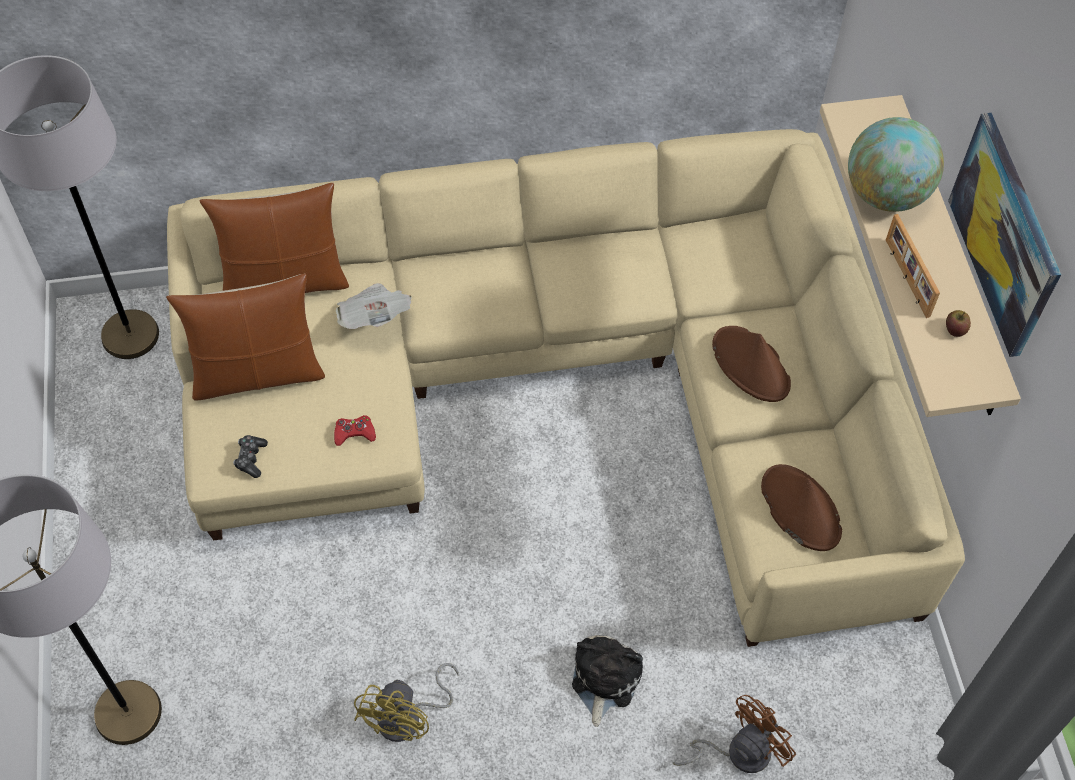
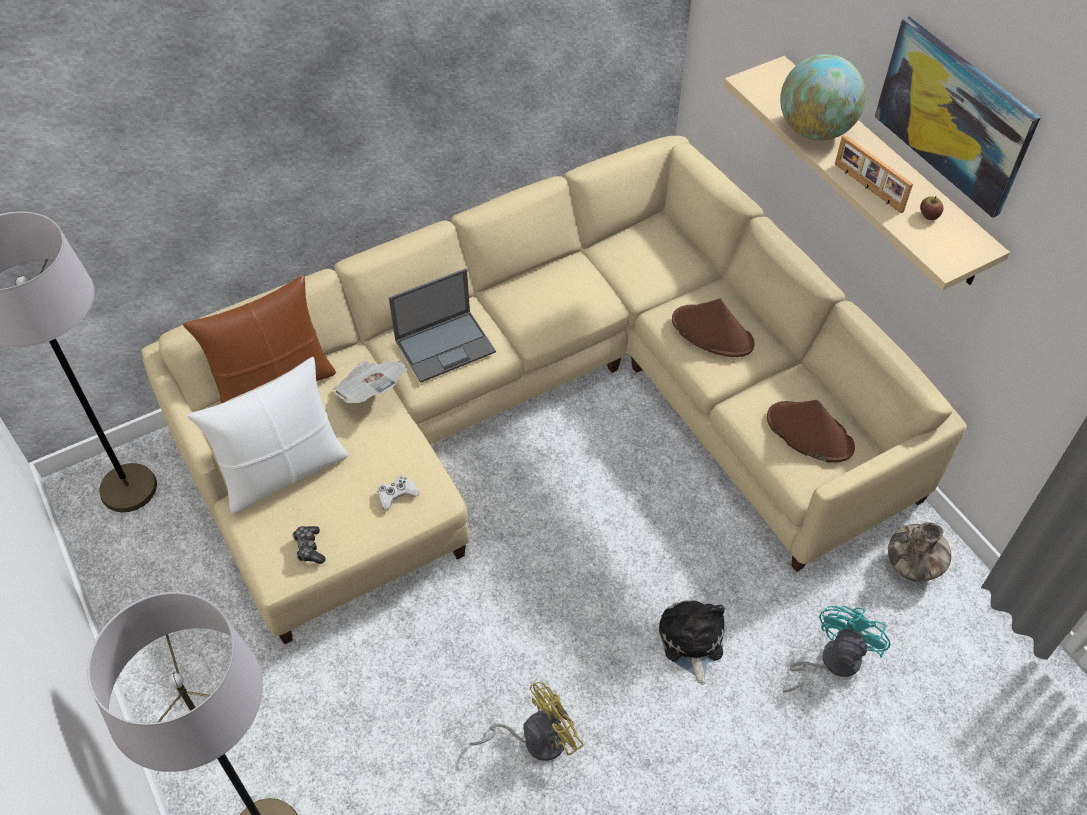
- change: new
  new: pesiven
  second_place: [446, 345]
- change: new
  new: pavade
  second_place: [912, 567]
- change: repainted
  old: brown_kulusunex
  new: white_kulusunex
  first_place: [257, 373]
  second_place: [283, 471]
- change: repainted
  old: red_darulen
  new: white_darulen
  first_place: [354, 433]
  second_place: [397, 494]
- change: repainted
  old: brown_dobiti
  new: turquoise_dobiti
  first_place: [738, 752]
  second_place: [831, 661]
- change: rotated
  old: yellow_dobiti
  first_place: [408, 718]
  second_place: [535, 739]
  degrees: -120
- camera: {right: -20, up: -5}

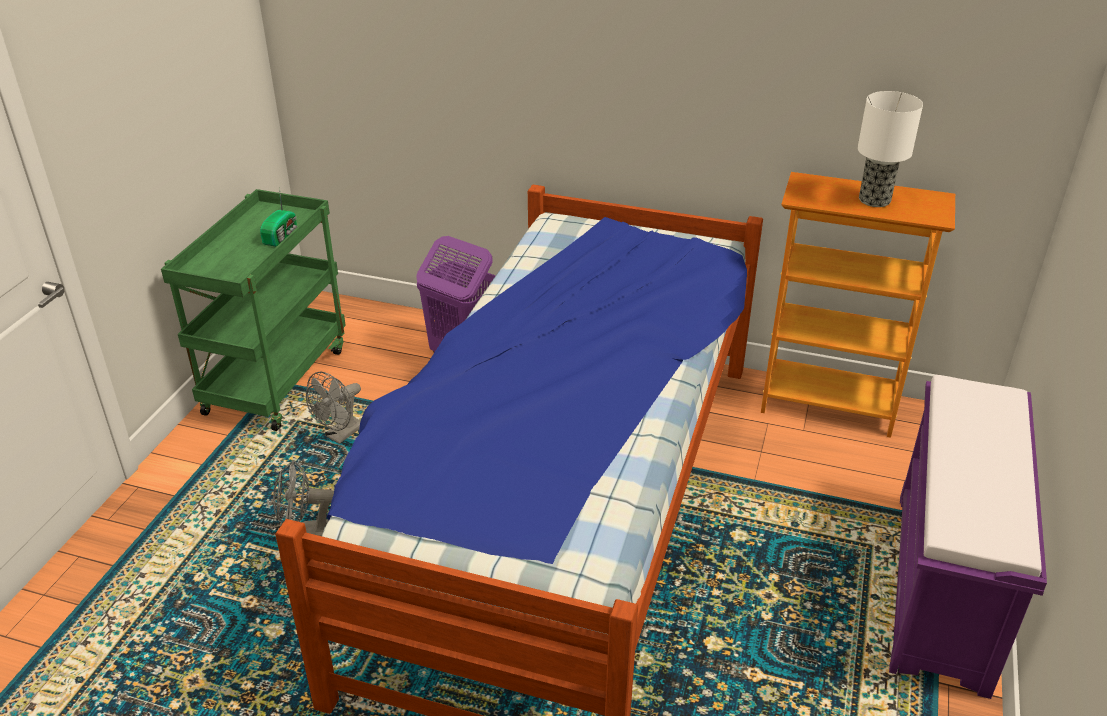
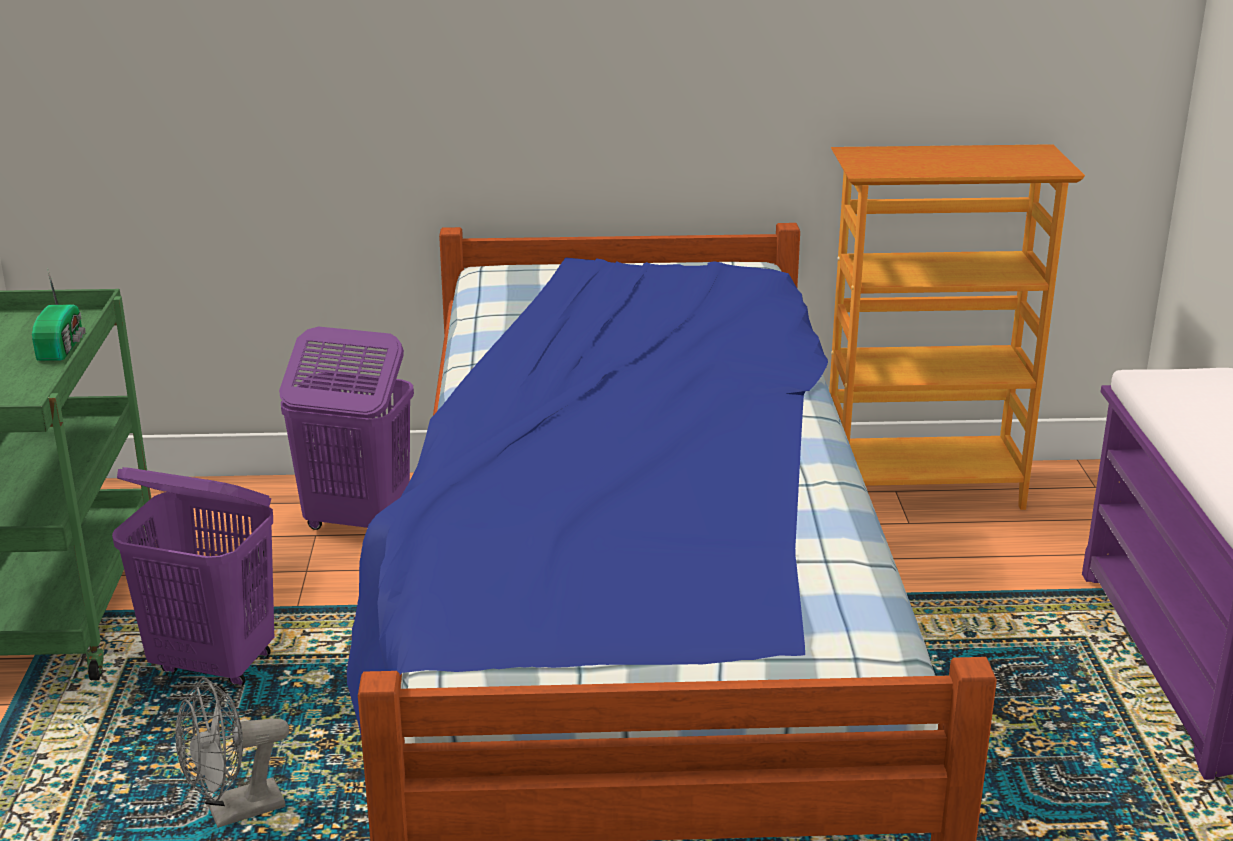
- change: gone
  old: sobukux
  first_place: [873, 200]
- change: swapped
  old: grey_dobiti
  new: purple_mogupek
  first_place: [340, 435]
  second_place: [214, 664]
- camera: {right: -20, up: -10}

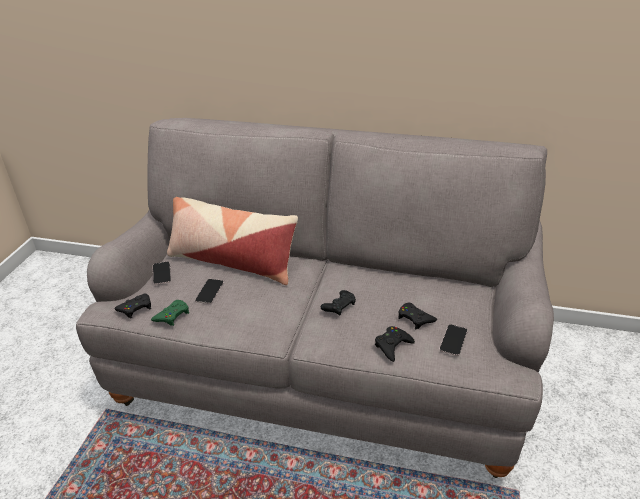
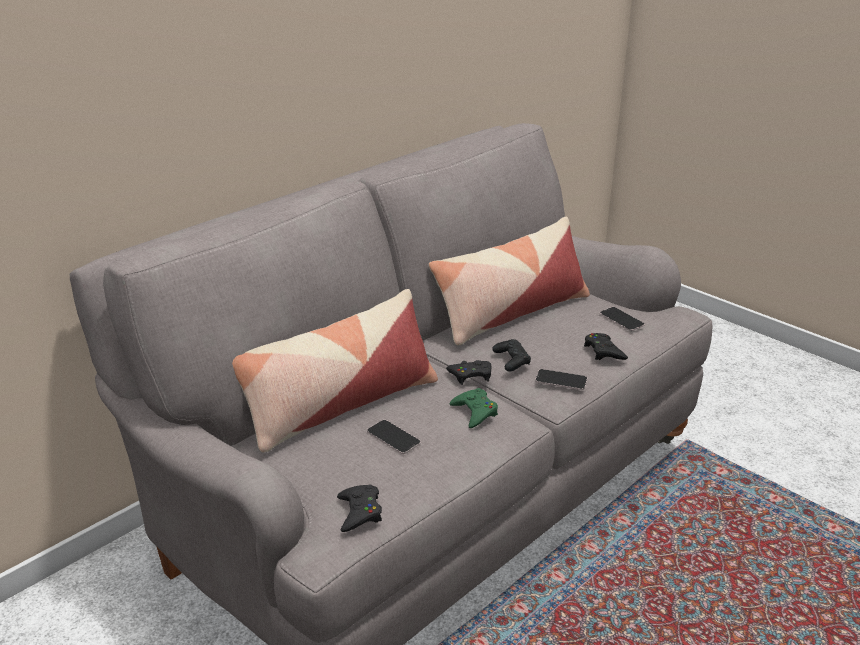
- change: new
  new: kulusunex
  second_place: [511, 313]
- change: shifted
  old: green_darulen
  first_place: [172, 315]
  second_place: [475, 412]
- change: shifted
  old: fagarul
  first_place: [161, 273]
  second_place: [561, 380]
- change: shifted
  old: black_darulen
  first_place: [415, 318]
  second_place: [471, 375]
- camera: {right: -60, up: -5}

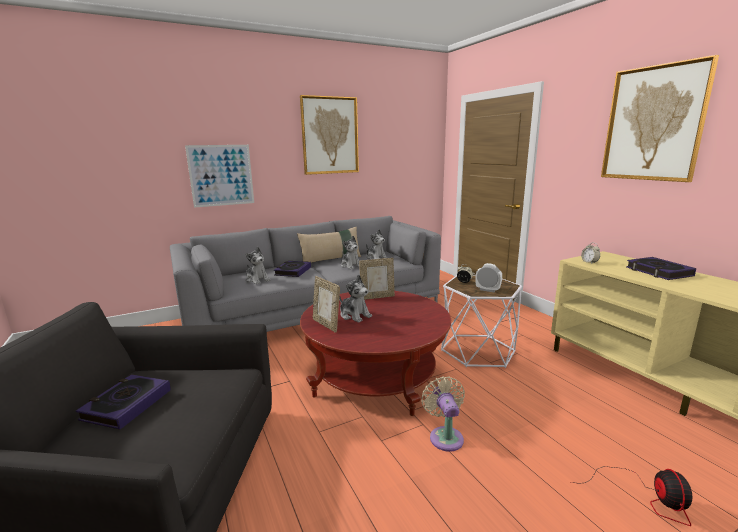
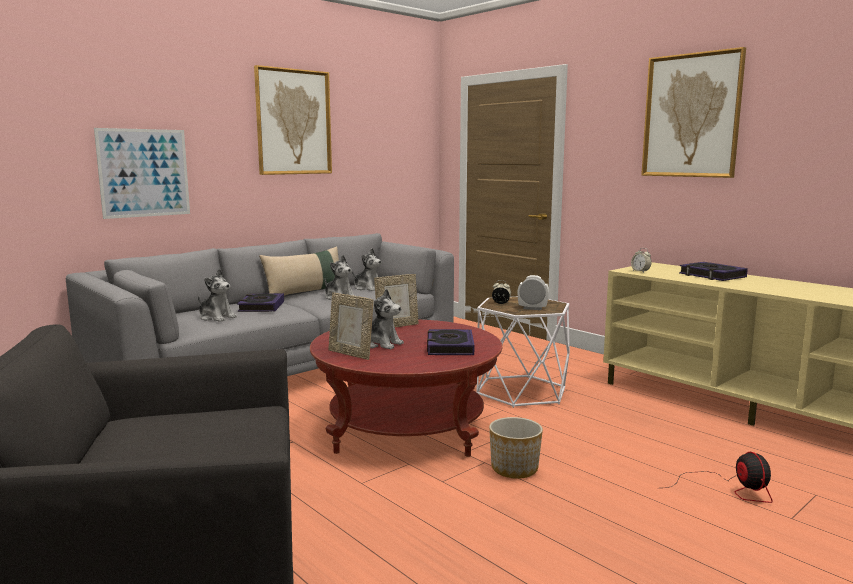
- change: shifted
  old: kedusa
  first_place: [127, 405]
  second_place: [450, 347]
- change: swapped
  old: beige_dobiti
  new: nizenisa
  first_place: [445, 436]
  second_place: [514, 469]
- camera: {right: -15, up: -5}

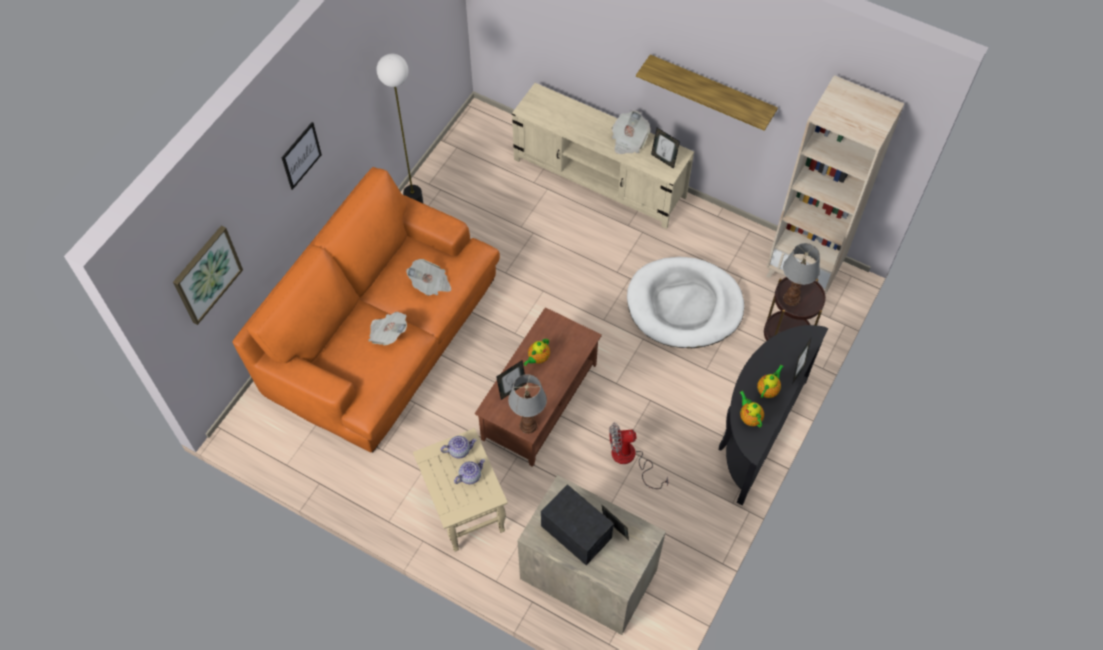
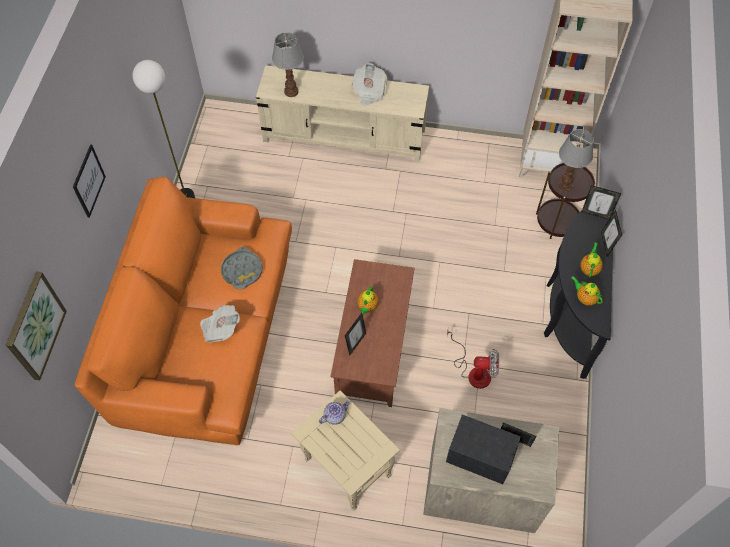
- change: gone
  old: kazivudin
  first_place: [470, 475]
- change: gone
  old: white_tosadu
  first_place: [684, 305]
- change: gone
  old: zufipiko
  first_place: [711, 91]
- change: shifted
  old: sobukux
  first_place: [528, 425]
  second_place: [291, 91]
- change: shifted
  old: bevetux
  first_place: [663, 160]
  second_place: [596, 214]
- change: swapped
  old: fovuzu
  new: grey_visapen
  first_place: [430, 284]
  second_place: [242, 271]
- change: rotated
  old: dobiti
  first_place: [630, 459]
  second_place: [474, 371]
  degrees: -150
- camera: {right: -20, up: 0}

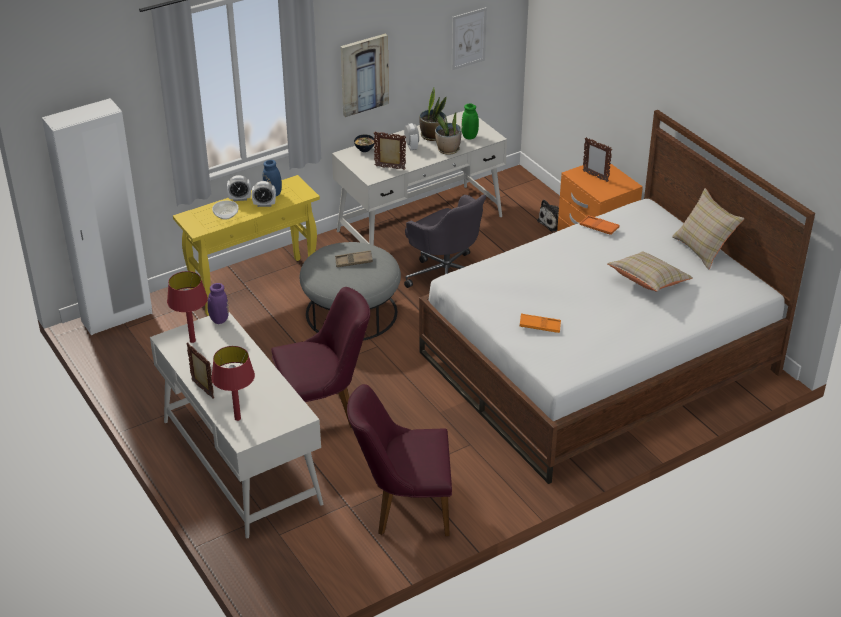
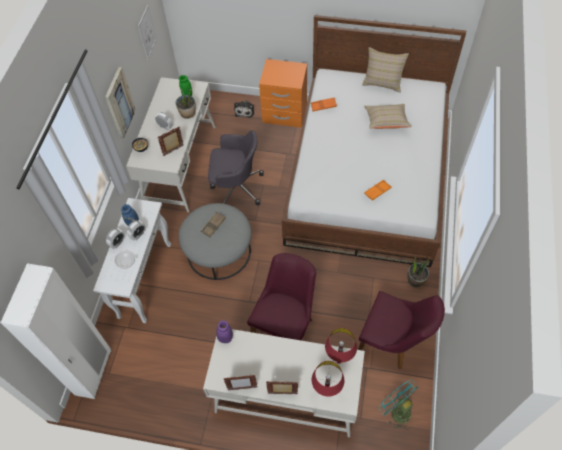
- change: new
  new: turquoise_dobiti
  second_place: [396, 410]
- change: shifted
  old: red_sobukux
  first_place: [192, 341]
  second_place: [338, 361]
- change: shifted
  old: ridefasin
  first_place: [432, 136]
  second_place: [415, 280]
- change: shifted
  old: bevetux
  first_place: [595, 176]
  second_place: [242, 388]
- change: repainted
  old: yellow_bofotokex
  new: white_bofotokex
  first_place: [255, 286]
  second_place: [145, 279]
- change: rotated
  old: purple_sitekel
  first_place: [403, 508]
  second_place: [392, 343]
  degrees: -105
- camera: {right: -45, up: 20}

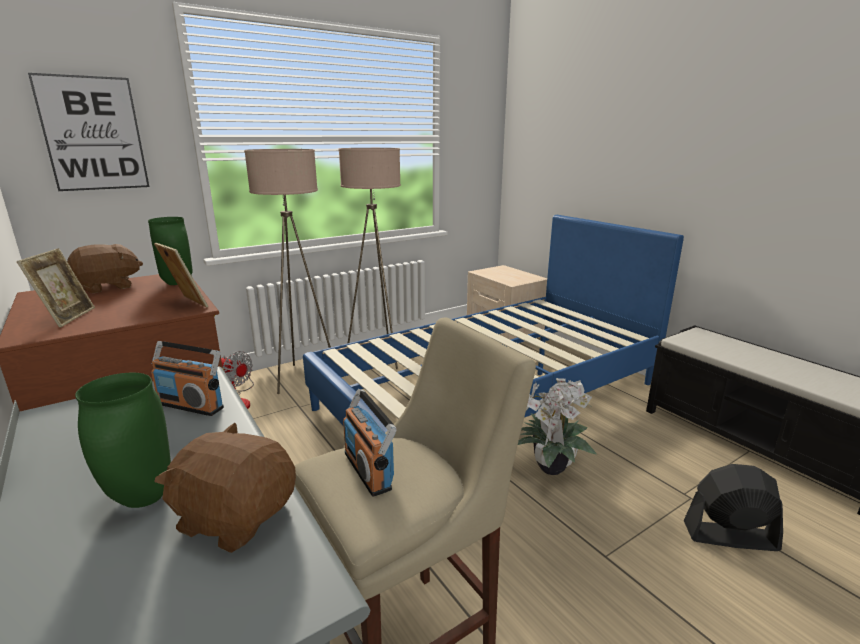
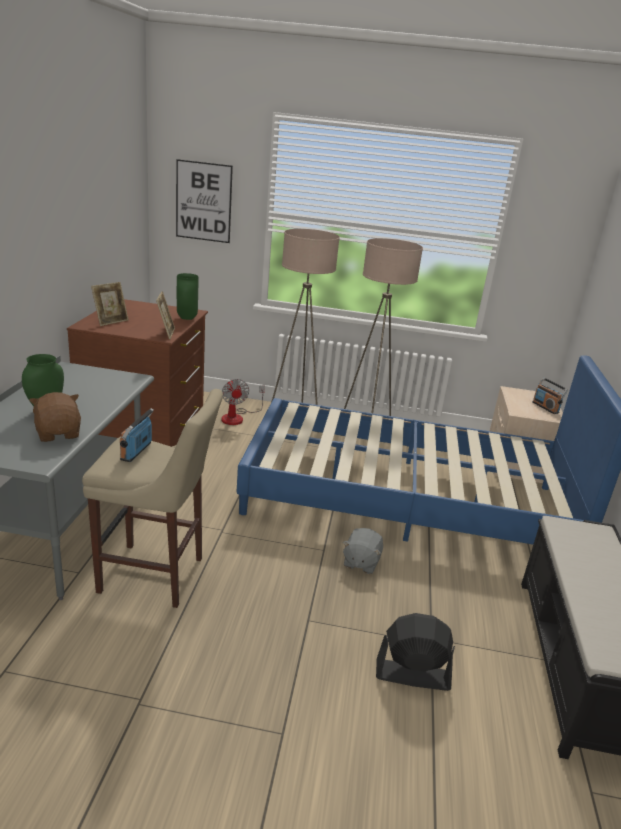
- change: gone
  old: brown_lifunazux
  first_place: [108, 287]
- change: shifted
  old: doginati
  first_place: [191, 405]
  second_place: [545, 407]
- change: swapped
  old: ridefasin
  new: grey_lifunazux
  first_place: [547, 468]
  second_place: [360, 562]
- change: rotated
  old: black_dobiti
  first_place: [729, 536]
  second_place: [412, 675]
  degrees: -45
- camera: {right: 40, up: 5}

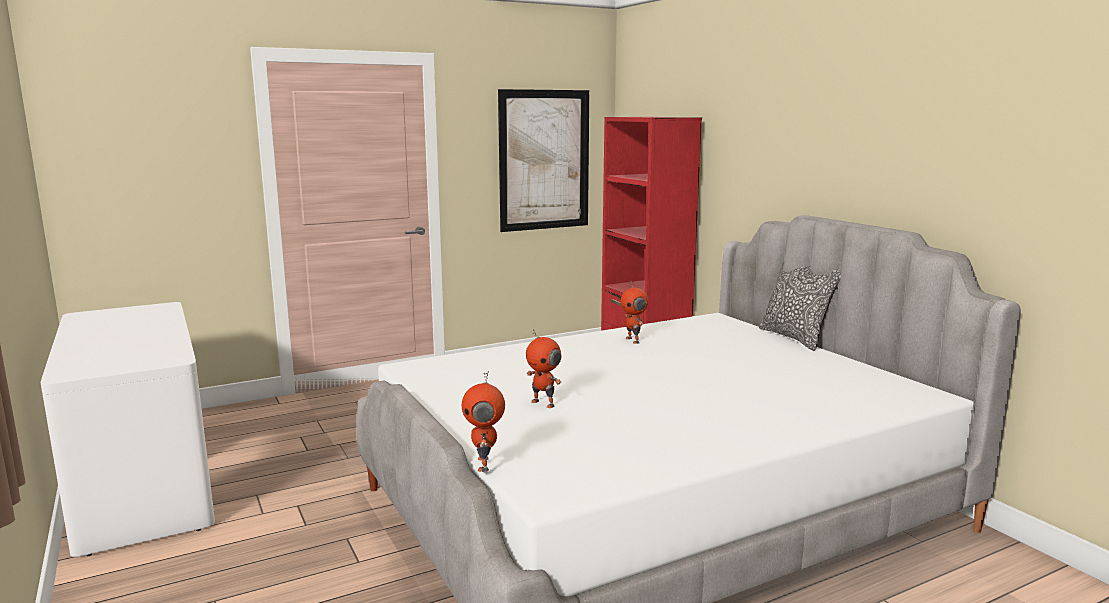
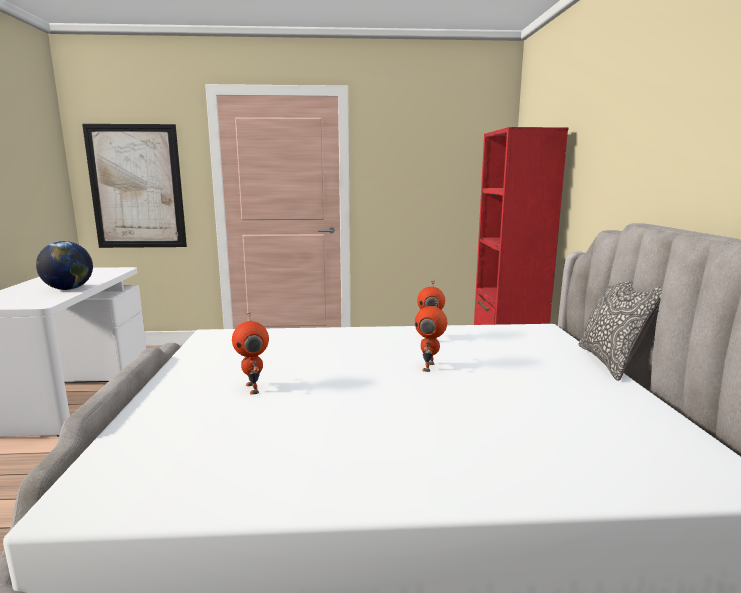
- change: new
  new: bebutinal
  second_place: [68, 289]
- change: shifted
  old: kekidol
  first_place: [485, 464]
  second_place: [429, 367]
- change: shifted
  old: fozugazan
  first_place: [544, 160]
  second_place: [136, 187]
- camera: {right: 25, up: 0}

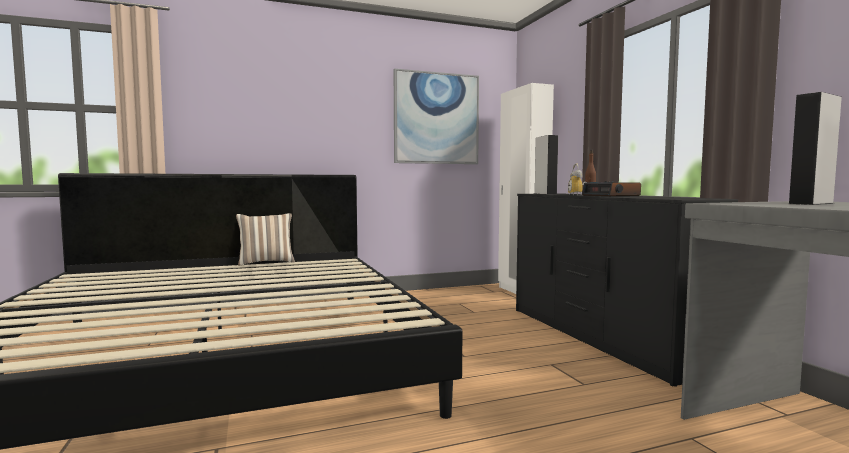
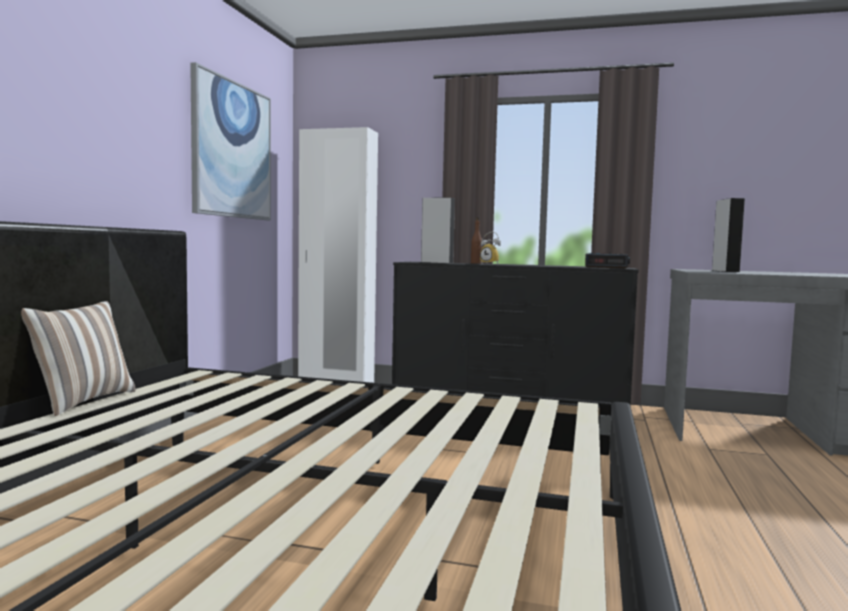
- change: shifted
  old: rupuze
  first_place: [611, 196]
  second_place: [606, 267]
- camera: {right: -55, up: 0}

